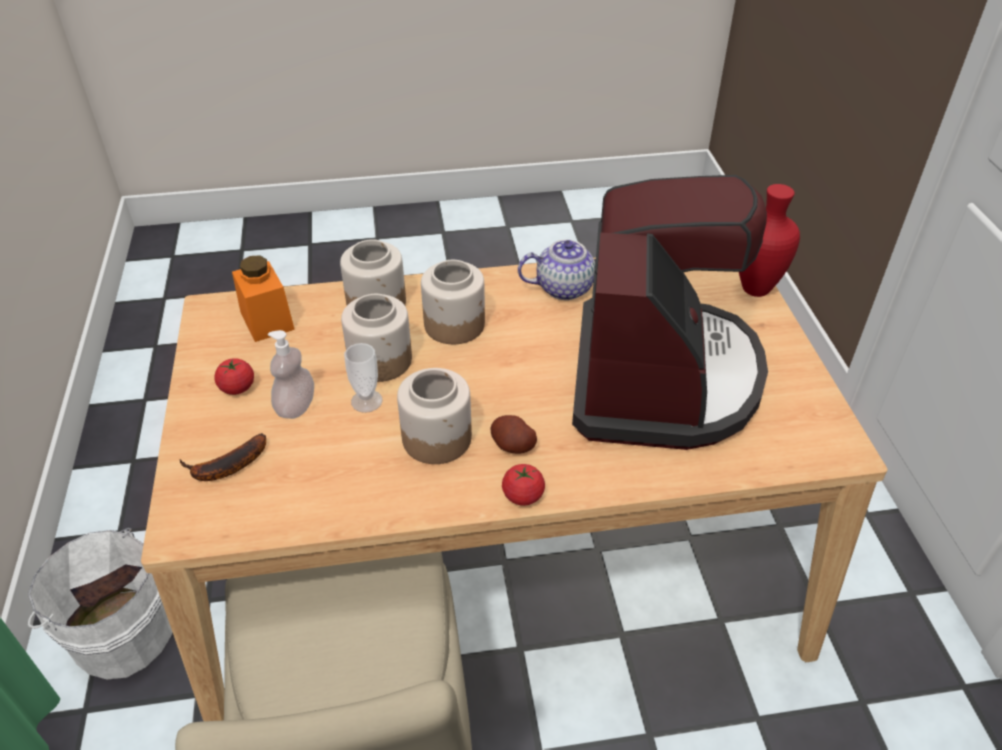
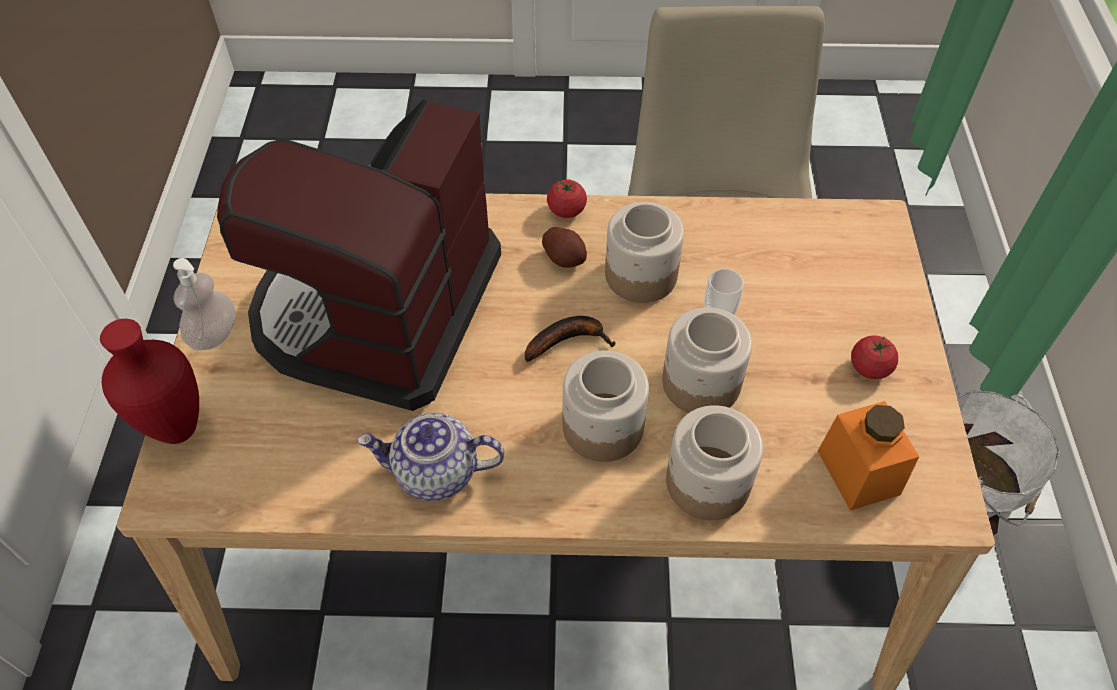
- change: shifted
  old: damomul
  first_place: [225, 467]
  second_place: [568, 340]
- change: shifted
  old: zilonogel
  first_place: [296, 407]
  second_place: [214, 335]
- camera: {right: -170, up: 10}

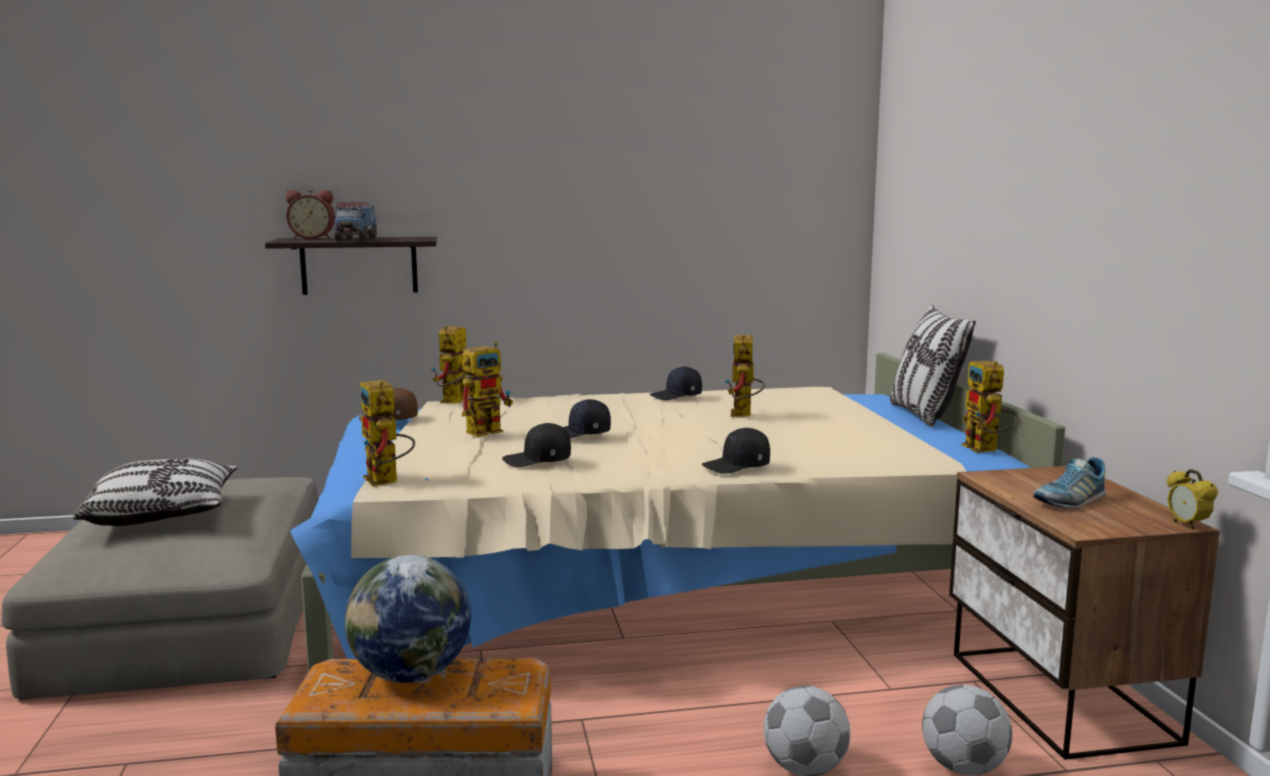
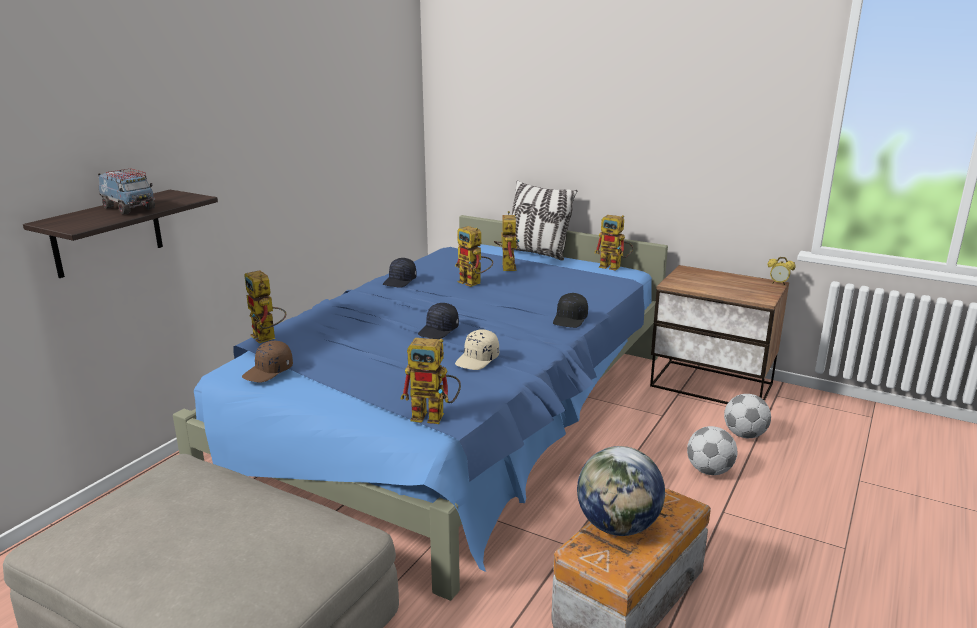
- change: gone
  old: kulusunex
  first_place: [162, 515]
- change: gone
  old: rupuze
  first_place: [313, 238]
- change: gone
  old: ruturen
  first_place: [1069, 501]
- change: shifted
  old: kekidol
  first_place: [489, 430]
  second_place: [506, 266]
- change: repainted
  old: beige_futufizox
  new: blue_futufizox
  first_place: [652, 580]
  second_place: [457, 416]
- change: repainted
  old: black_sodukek
  new: beige_sodukek
  first_place: [537, 461]
  second_place: [478, 360]
- camera: {right: -50, up: 10}

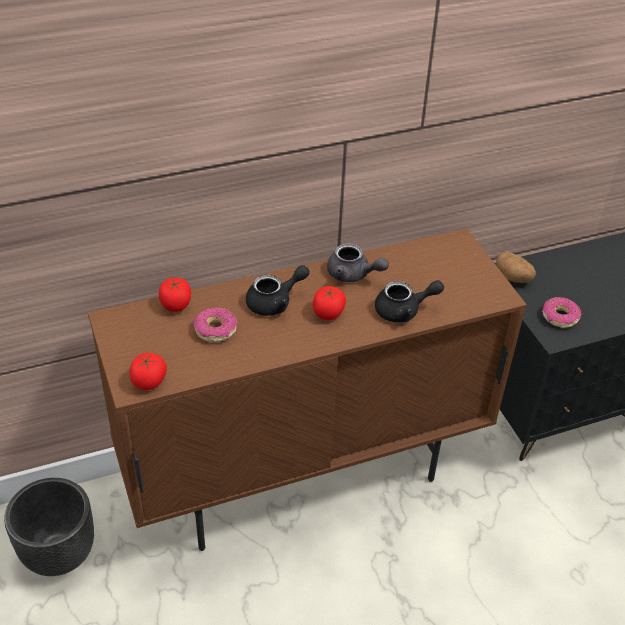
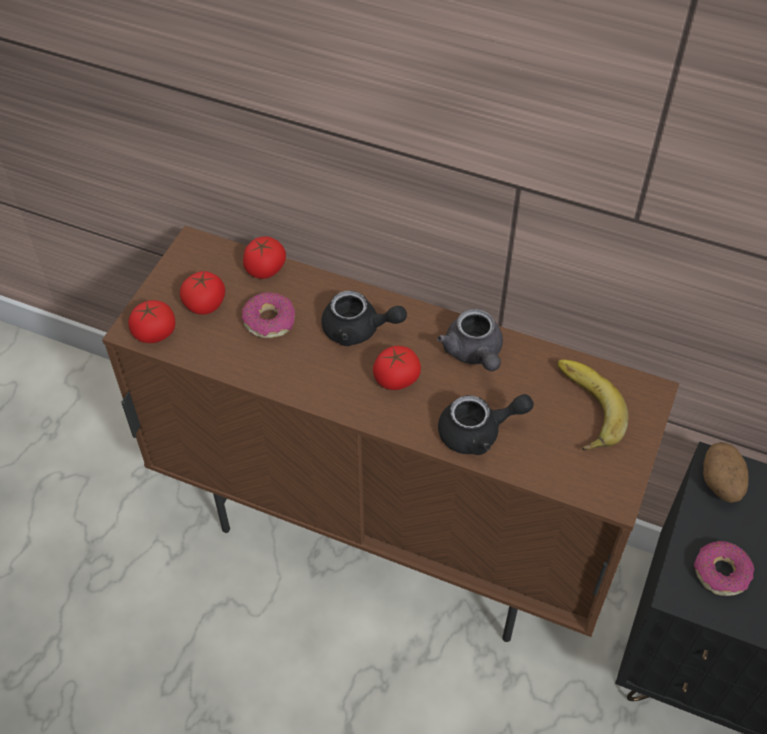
- change: gone
  old: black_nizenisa
  first_place: [59, 554]
- change: new
  new: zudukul
  second_place: [205, 304]
- change: new
  new: damomul
  second_place: [581, 409]
- change: rotated
  old: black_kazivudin
  first_place: [404, 311]
  second_place: [478, 432]
  degrees: -45
- camera: {right: 45, up: 10}

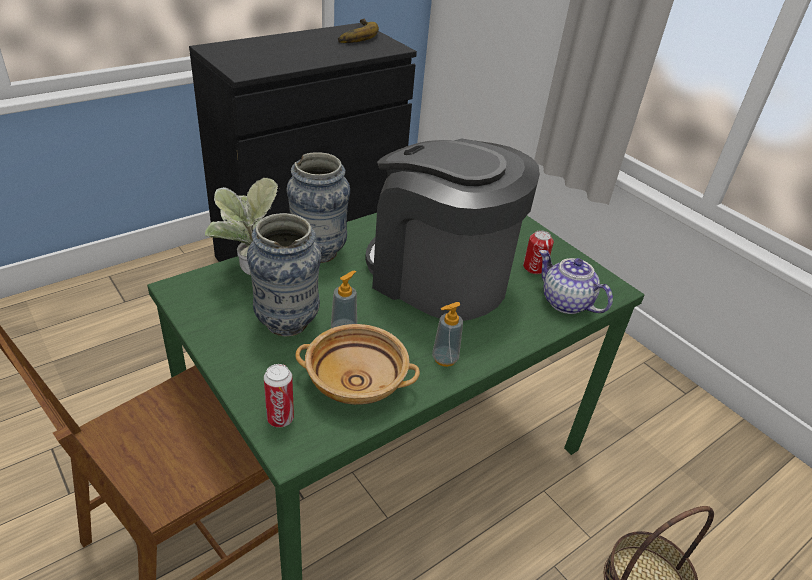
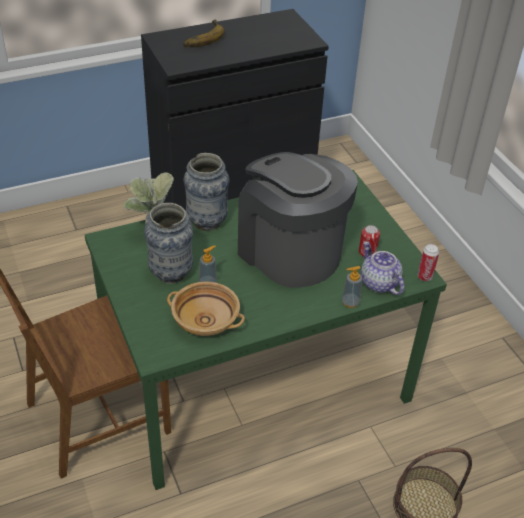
- change: shifted
  old: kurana
  first_place: [280, 419]
  second_place: [424, 277]
- change: shifted
  old: damomul
  first_place: [354, 35]
  second_place: [201, 37]
- change: shifted
  old: zilonogel
  first_place: [444, 358]
  second_place: [350, 302]
- camera: {right: 15, up: 5}

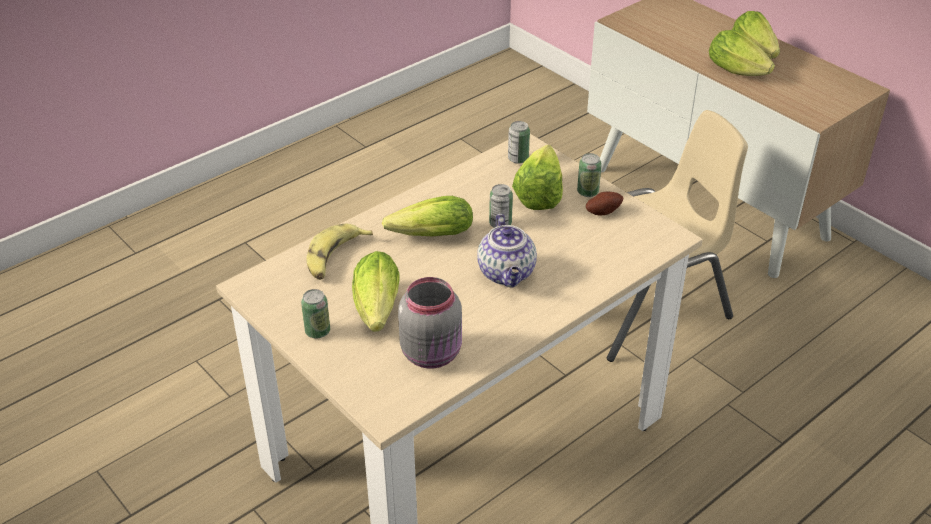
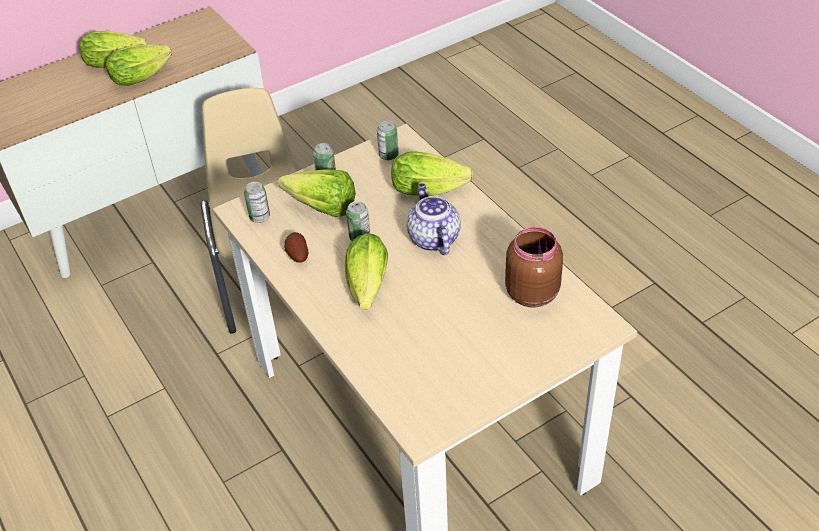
- change: gone
  old: damomul
  first_place: [335, 258]
- change: shifted
  old: kurana
  first_place: [317, 331]
  second_place: [388, 155]
- change: shifted
  old: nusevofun
  first_place: [377, 311]
  second_place: [432, 189]
- change: shifted
  old: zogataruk
  first_place: [603, 211]
  second_place: [297, 255]
- change: repainted
  old: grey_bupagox
  new: brown_bupagox
  first_place: [433, 354]
  second_place: [532, 292]
- change: rotated
  old: kazivudin
  first_place: [507, 274]
  second_place: [433, 238]
  degrees: -105
- camera: {right: -80, up: 5}

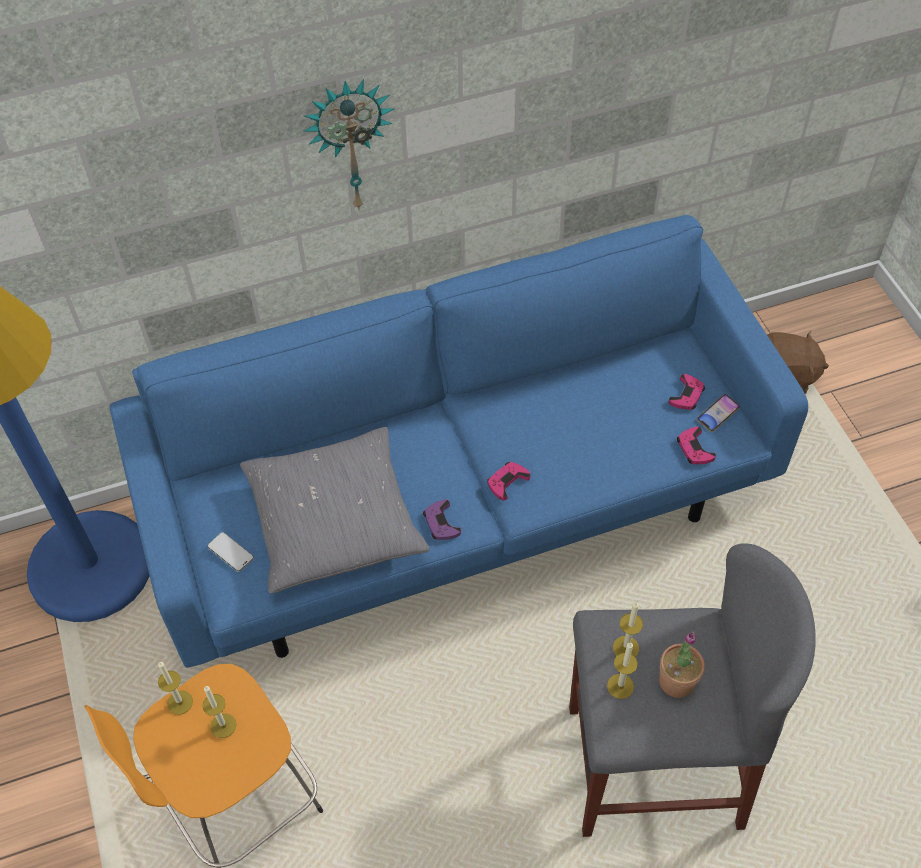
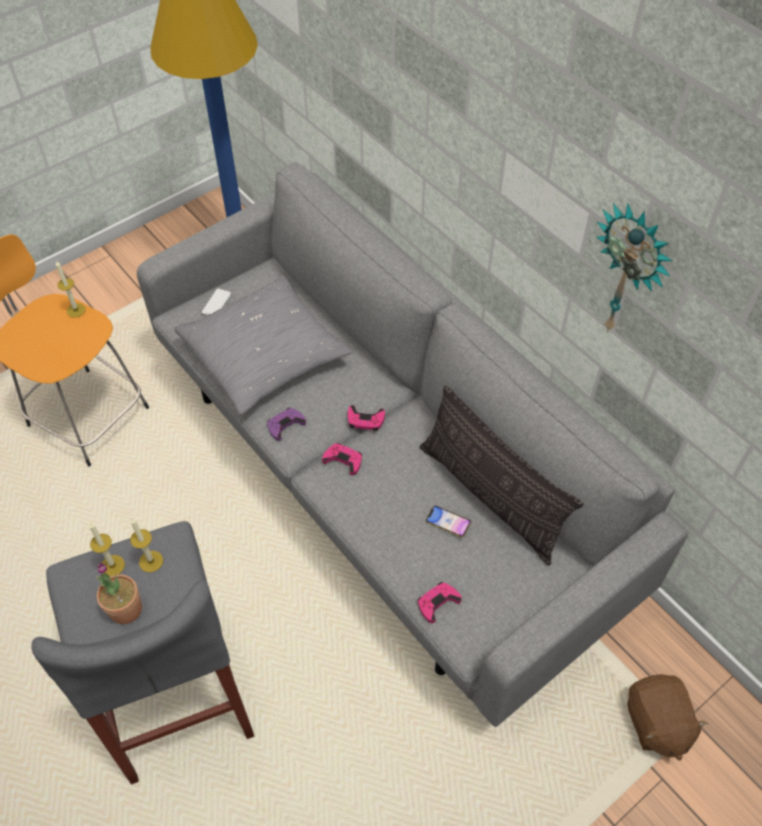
- change: gone
  old: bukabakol
  first_place: [223, 725]
- change: new
  new: kulusunex
  second_place: [490, 496]
- change: shifted
  old: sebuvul
  first_place: [350, 144]
  second_place: [629, 272]
- change: shifted
  old: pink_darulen
  first_place: [686, 395]
  second_place: [365, 420]
- change: shifted
  old: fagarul
  first_place: [717, 415]
  second_place: [448, 522]
- change: repainted
  old: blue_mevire
  new: grey_mevire
  first_place: [461, 505]
  second_place: [381, 476]
- camera: {right: 70, up: 0}

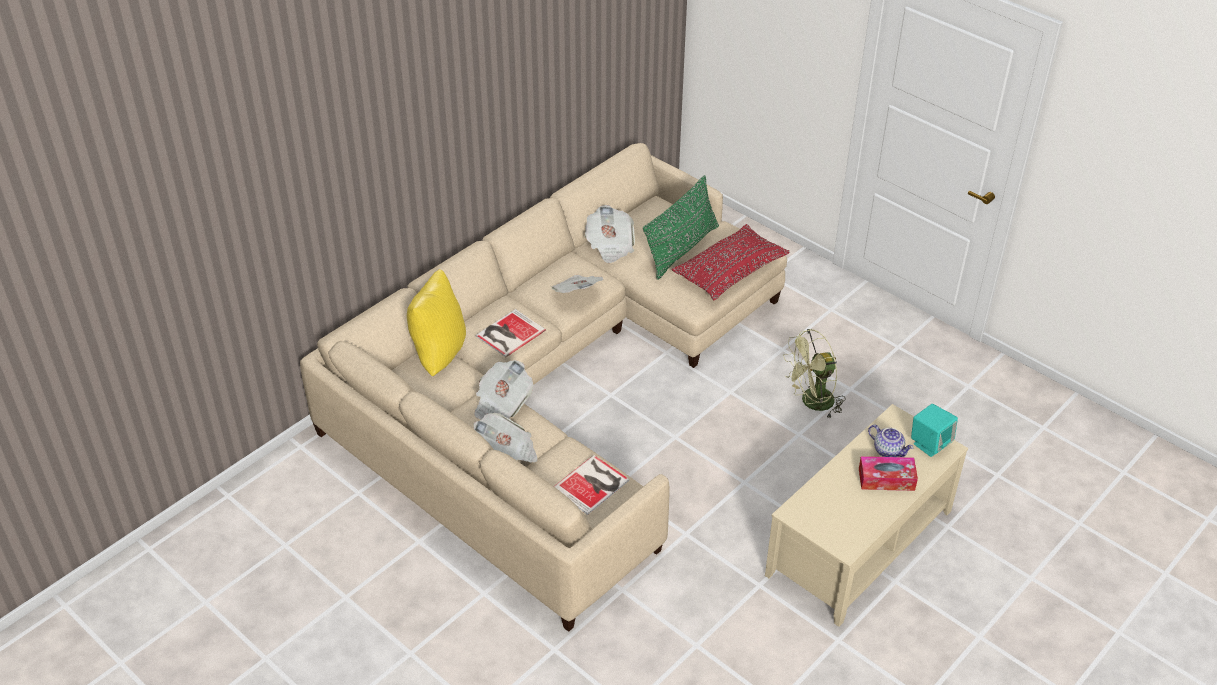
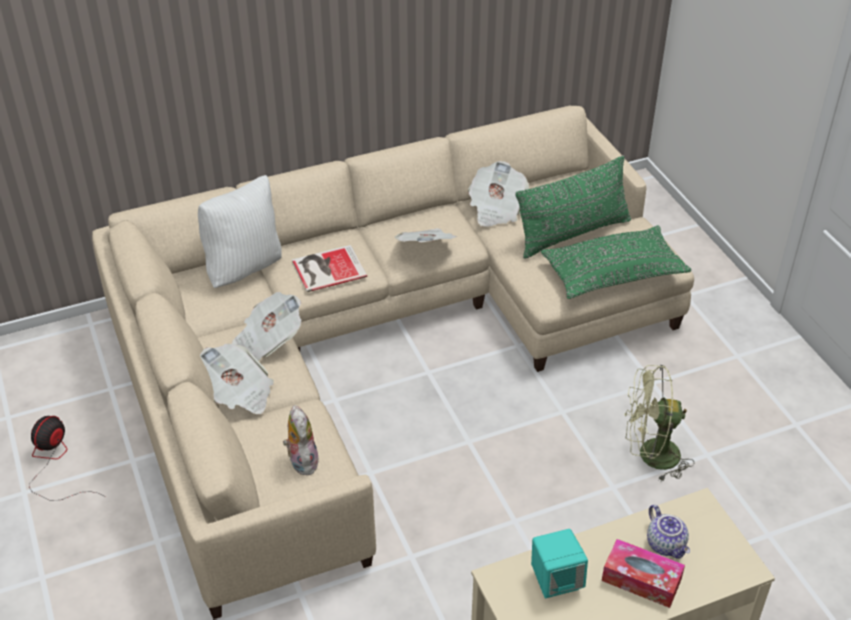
- change: new
  new: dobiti
  second_place: [55, 464]
- change: shifted
  old: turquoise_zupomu
  first_place: [930, 444]
  second_place: [556, 580]
- change: swapped
  old: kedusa
  new: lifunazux
  first_place: [593, 484]
  second_place: [301, 461]
- change: repainted
  old: yellow_kulusunex
  new: white_kulusunex
  first_place: [438, 353]
  second_place: [244, 268]
- change: repainted
  old: red_kulusunex
  new: green_kulusunex
  first_place: [730, 272]
  second_place: [613, 274]
- camera: {right: 25, up: 0}

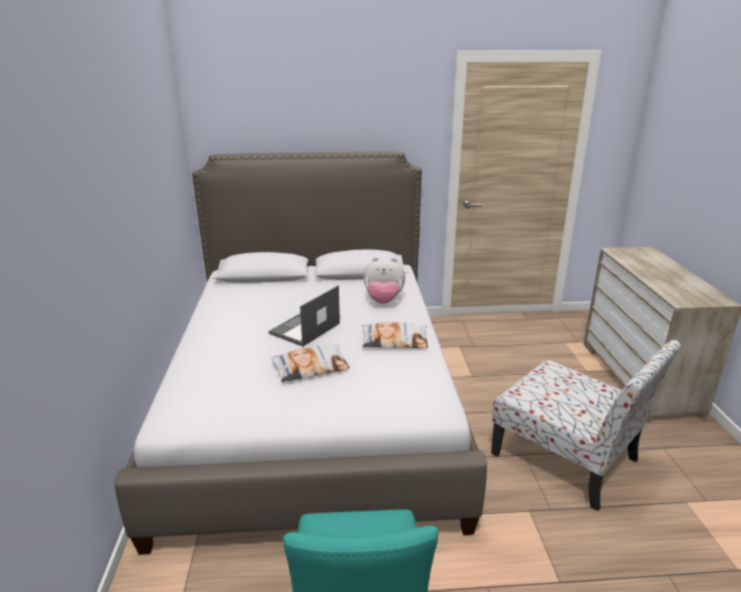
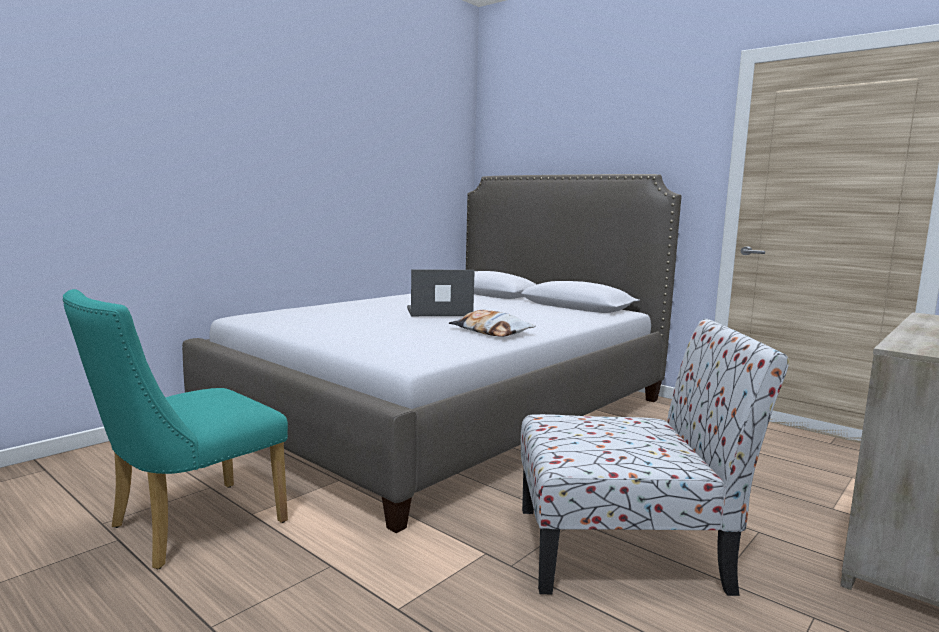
- change: gone
  old: kulusunex
  first_place: [310, 368]
- change: gone
  old: lifunazux
  first_place: [383, 301]
- change: rotated
  old: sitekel
  first_place: [568, 458]
  second_place: [625, 549]
  degrees: -90
- camera: {right: 45, up: -15}

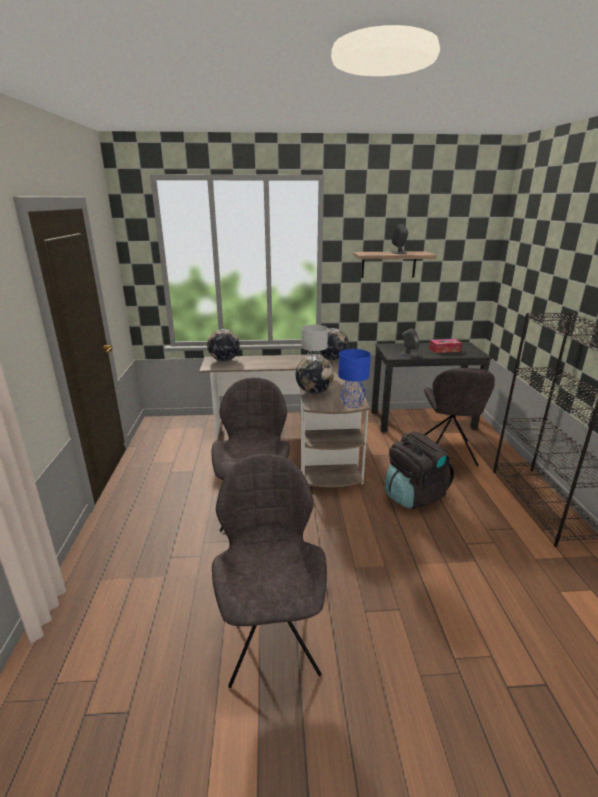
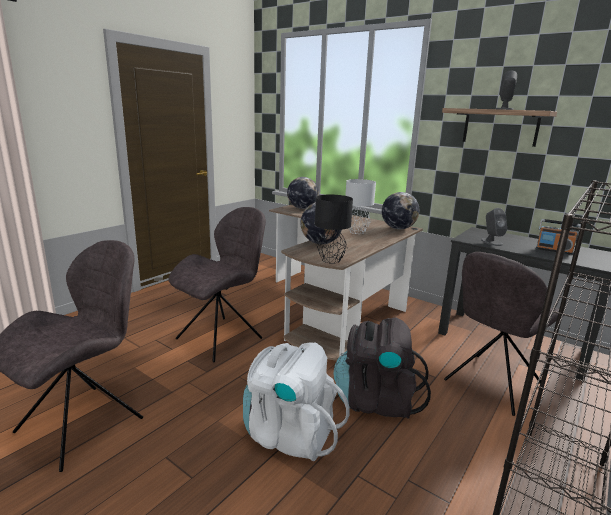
- change: new
  new: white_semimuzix
  second_place: [290, 434]
- change: swapped
  old: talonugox
  new: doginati
  first_place: [444, 350]
  second_place: [554, 250]
- change: repainted
  old: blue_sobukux
  new: black_sobukux
  first_place: [351, 404]
  second_place: [331, 260]
- camera: {right: 40, up: -5}

